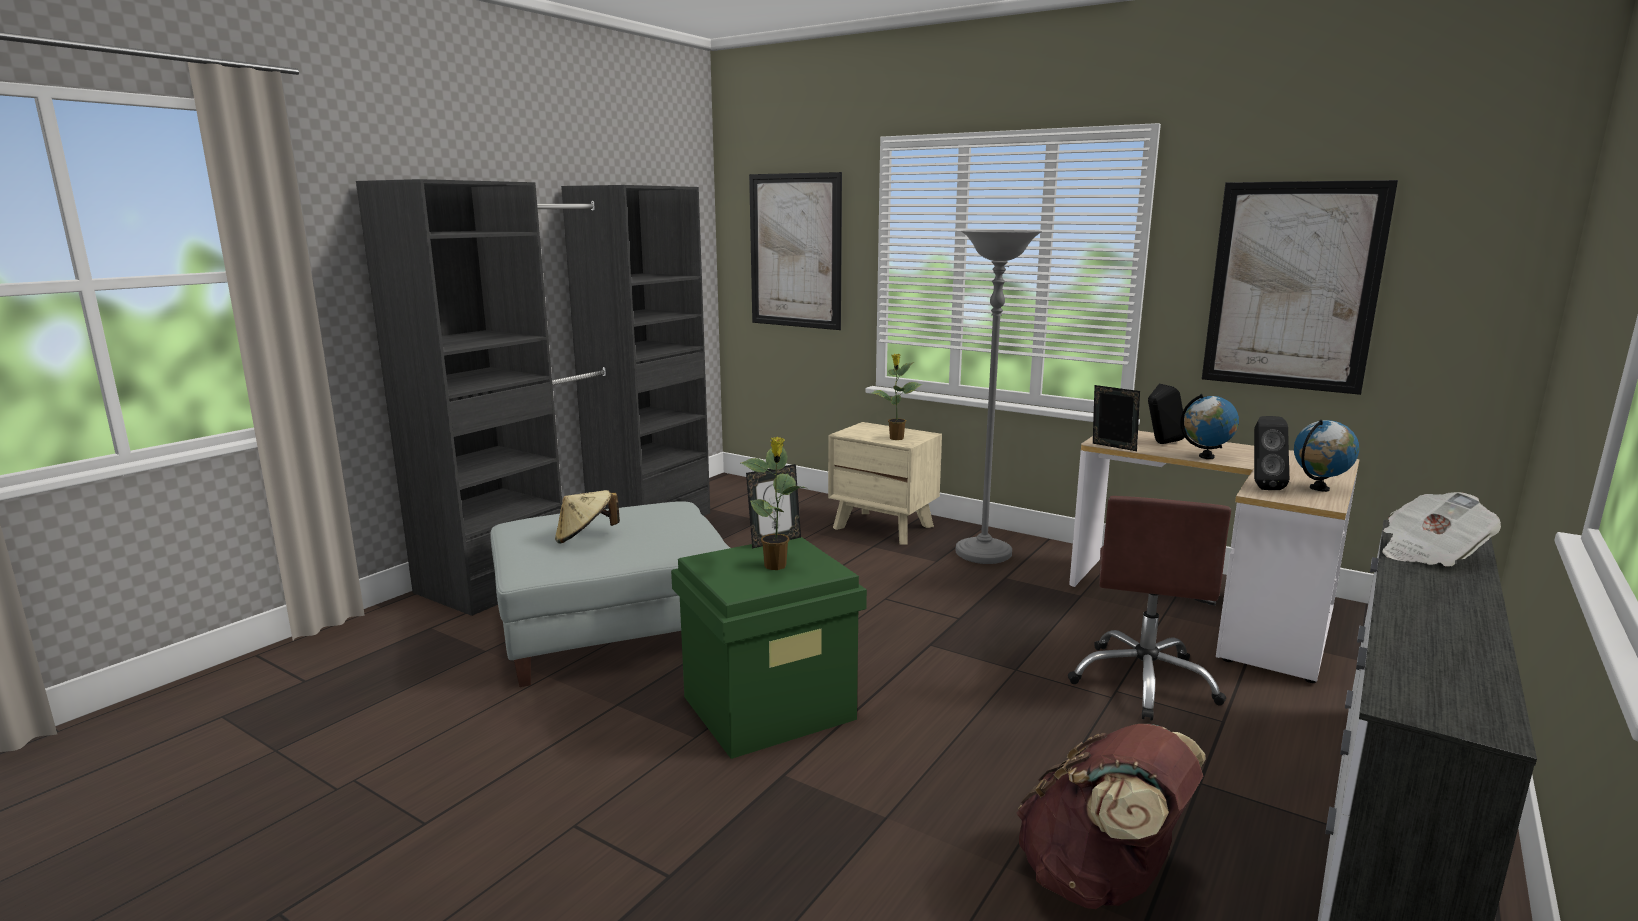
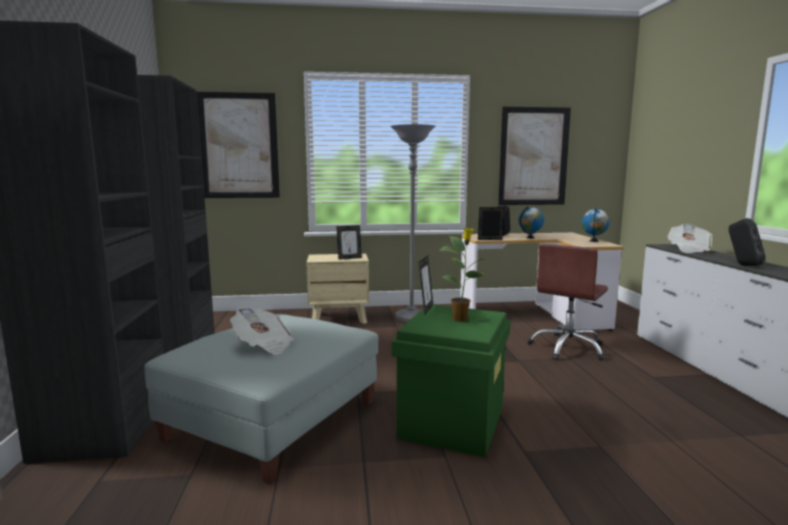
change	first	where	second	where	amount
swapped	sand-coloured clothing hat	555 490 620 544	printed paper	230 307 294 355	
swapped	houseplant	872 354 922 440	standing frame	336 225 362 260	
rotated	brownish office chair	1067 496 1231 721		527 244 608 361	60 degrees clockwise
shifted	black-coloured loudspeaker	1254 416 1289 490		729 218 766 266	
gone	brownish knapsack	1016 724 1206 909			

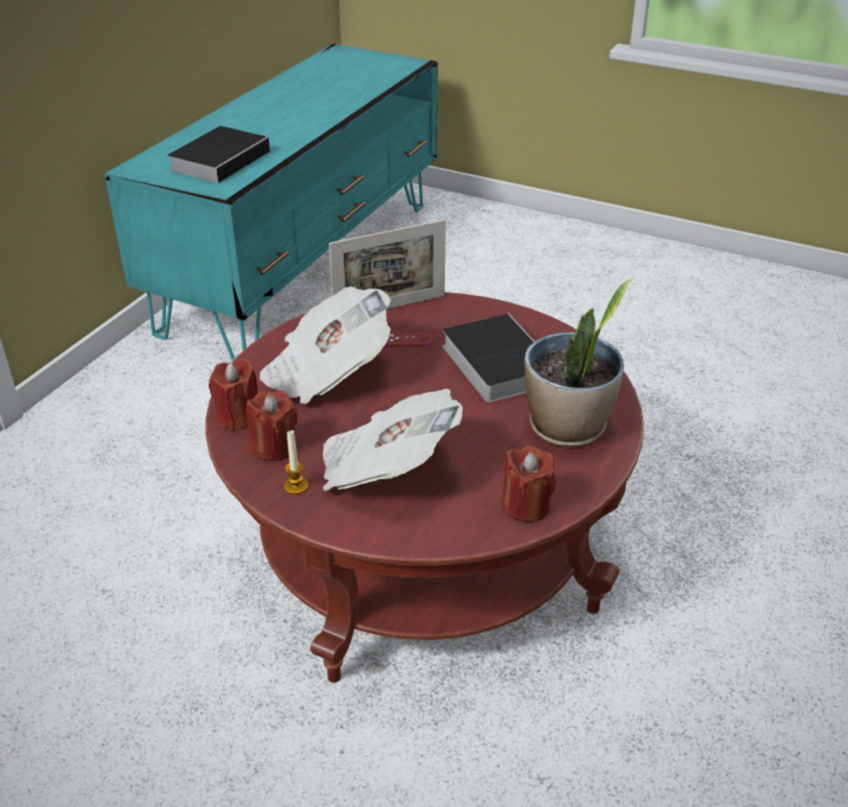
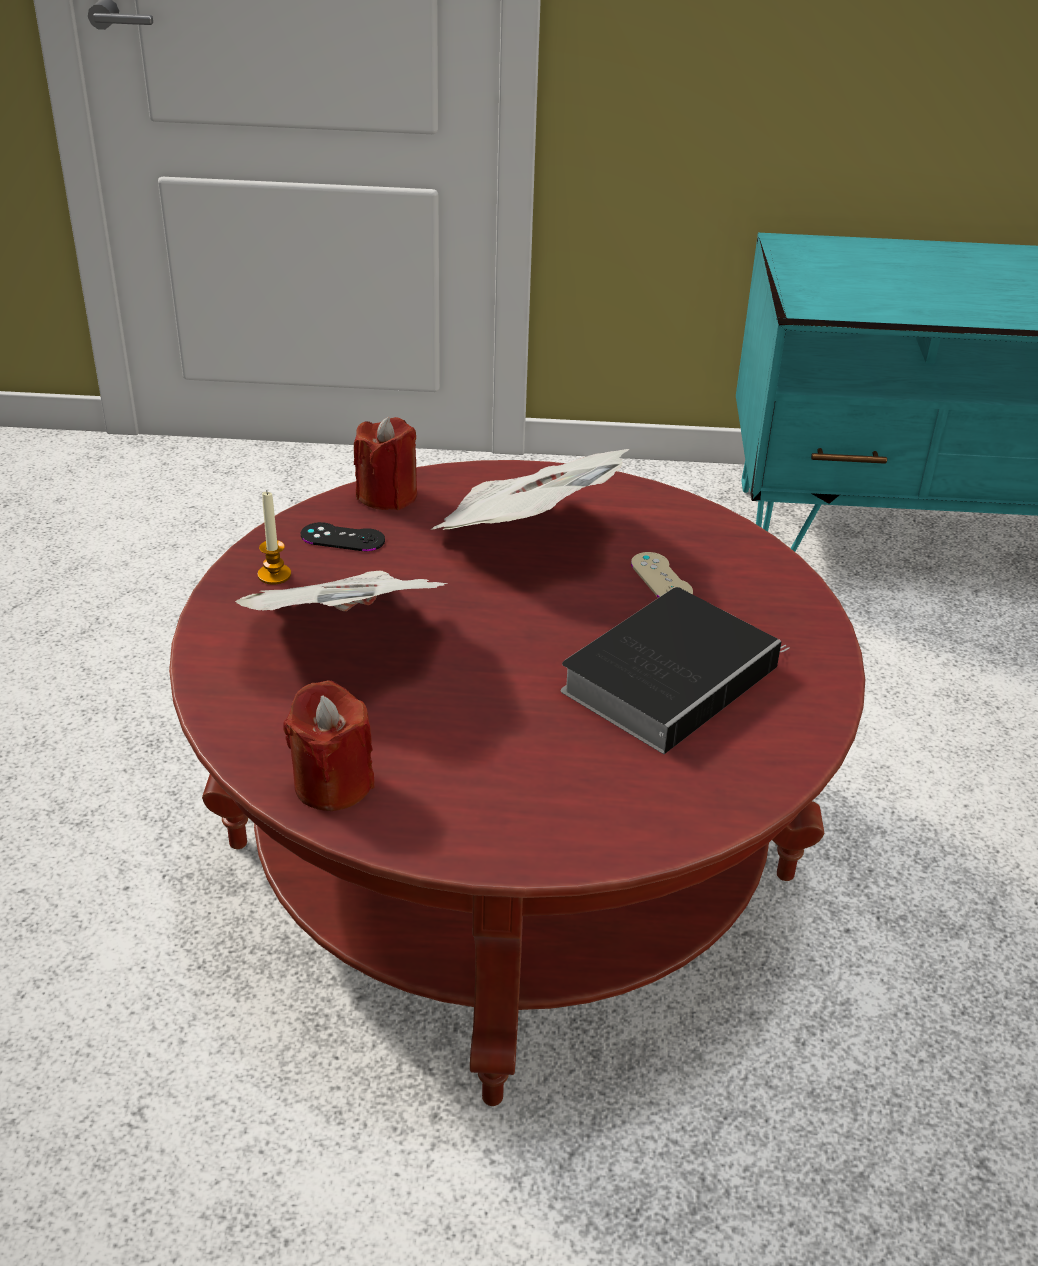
change	first	where	second	where	amount
swapped	reddish wax candle	246 390 298 461	black-coloured game controller	301 522 385 551	
repainted	reddish game controller	385 332 435 346	sand-coloured game controller	631 552 693 598	
gone	book	168 126 273 183			
gone	standing frame	329 219 446 309			
gone	houseplant	525 279 633 447			

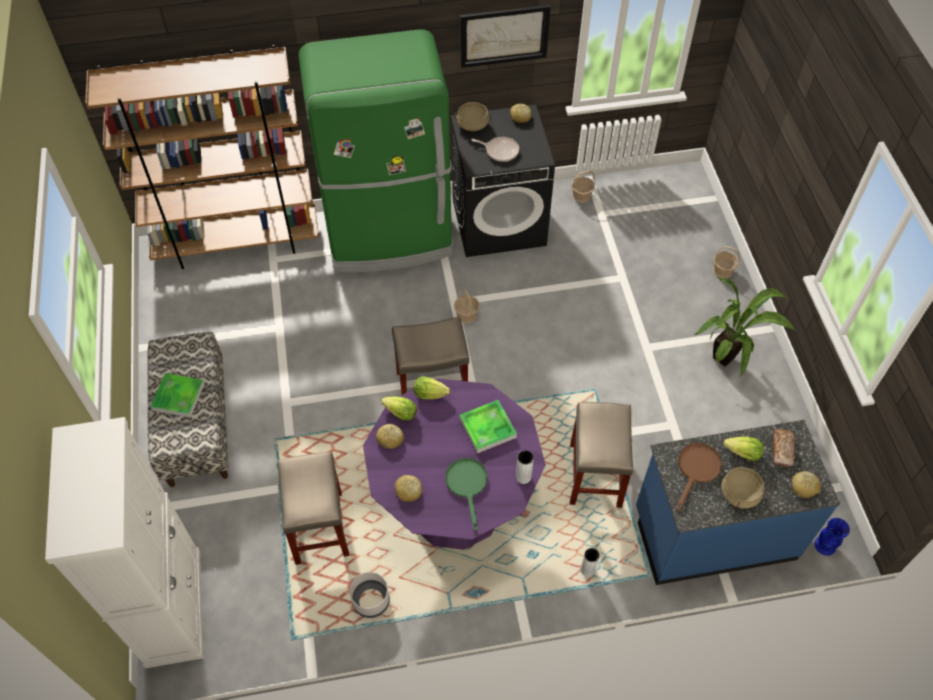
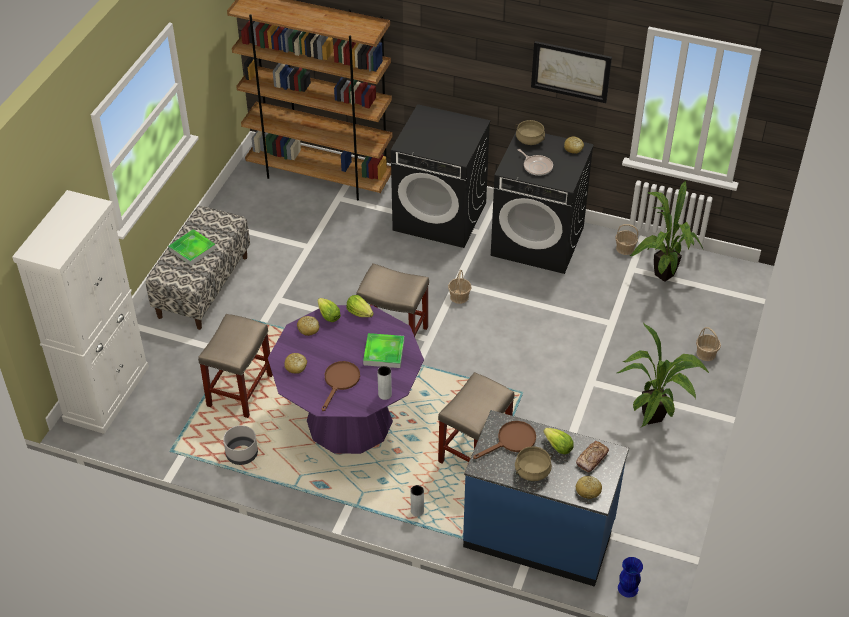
change	first	where	second	where	amount
repainted	green-coloured pan	445 458 487 531	brownish pan	322 361 360 411	
swapped	green-coloured refrigerator	298 29 453 272	black-coloured laundry machine	391 104 491 248	
new			houseplant	630 180 703 282	

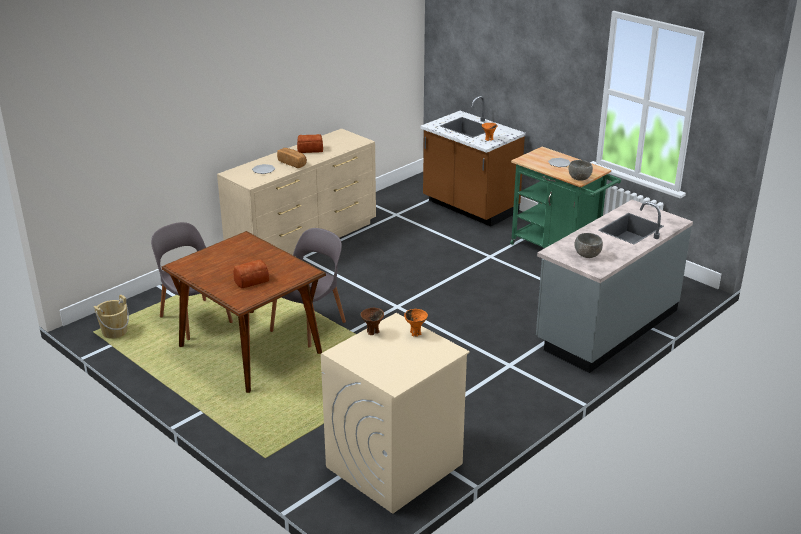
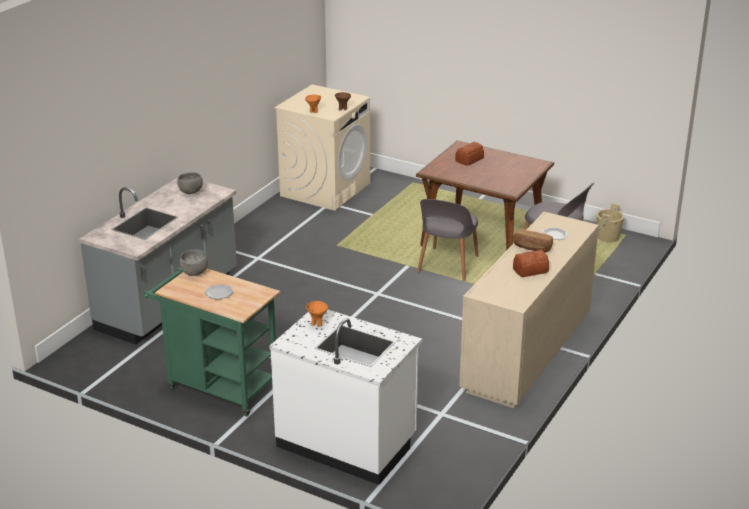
change	first	where	second	where	amount
repainted	brownish kitchen counter	420 96 526 227	whitish kitchen counter	269 310 422 485	

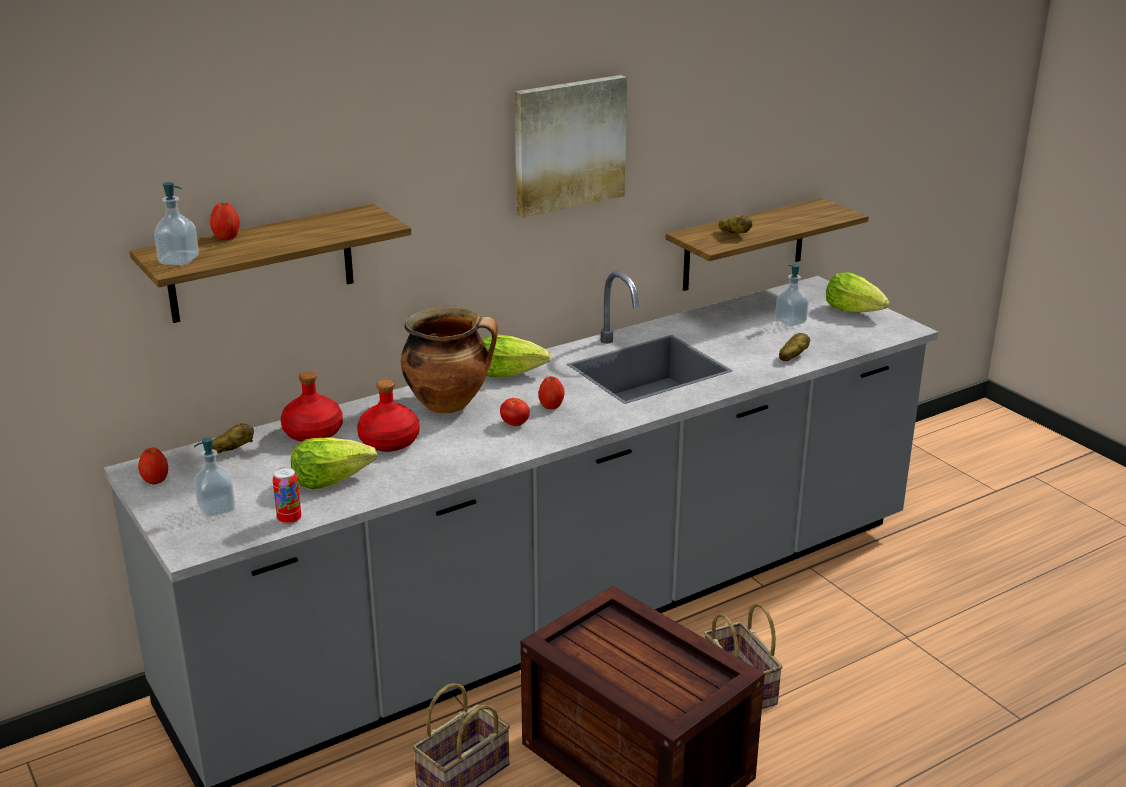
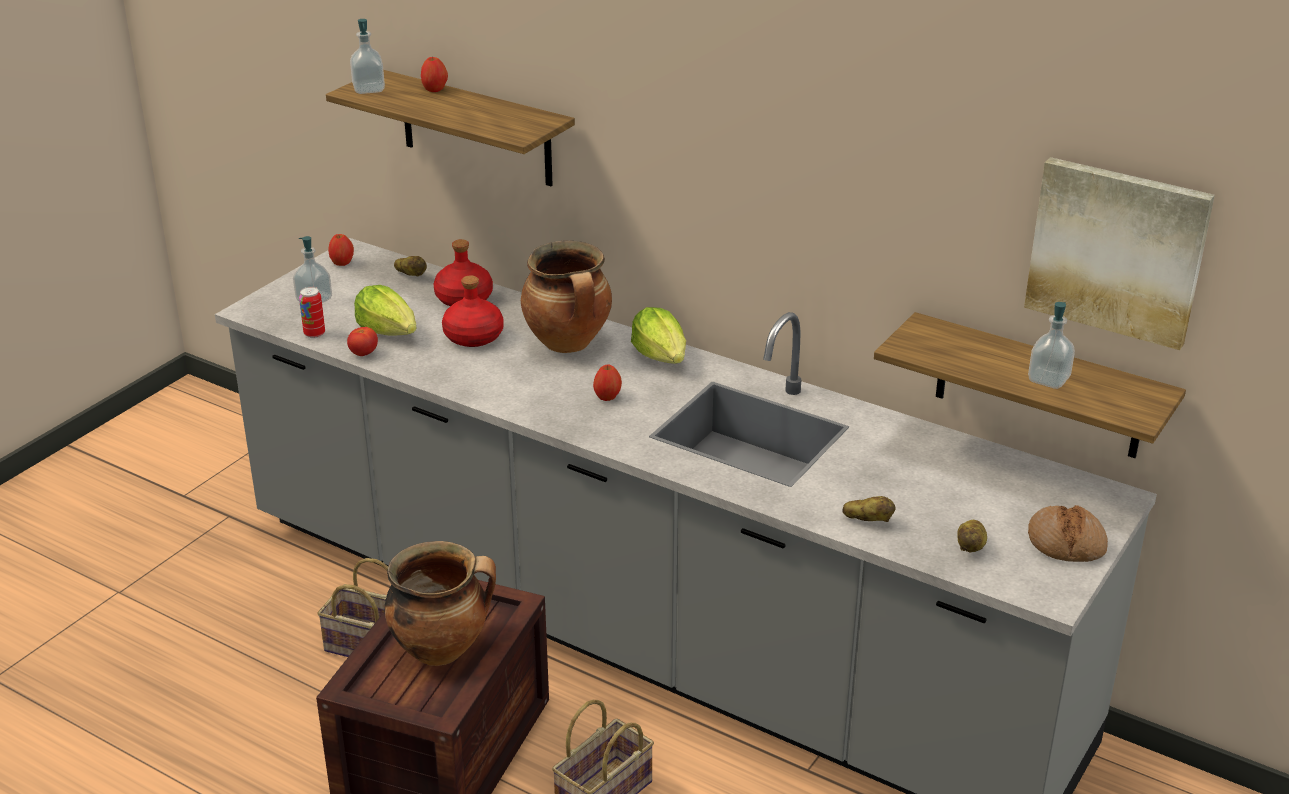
change	first	where	second	where	amount
shifted	tomato	500 398 530 426		347 327 378 356	
new			stockpot	385 541 496 666	
shifted	spud	719 215 753 234		958 520 987 553	
shifted	picture	515 75 627 218		1024 157 1215 350	
shifted	soap dispenser	775 264 809 326		1028 302 1075 389	
swapped	lettuce head	826 272 890 312	bread	1028 505 1108 562	

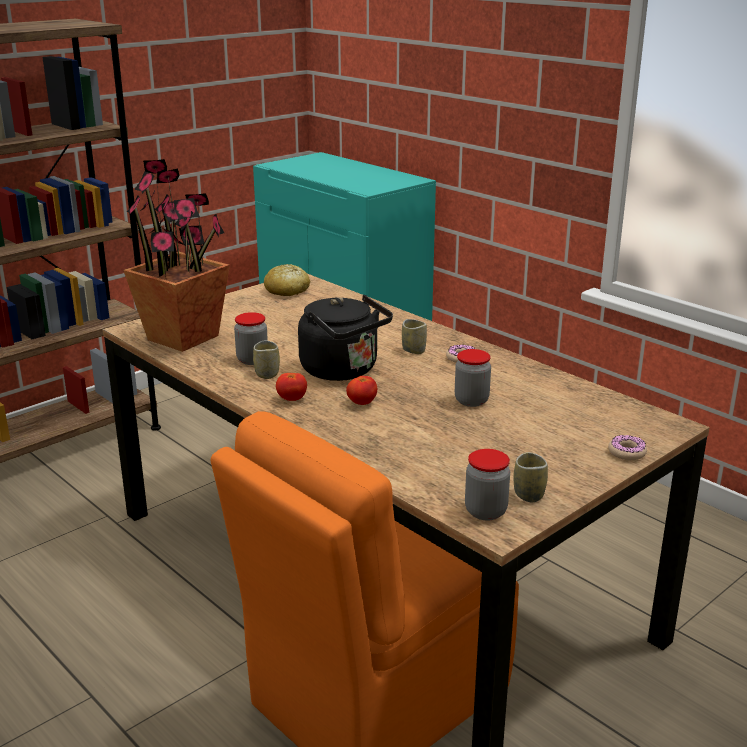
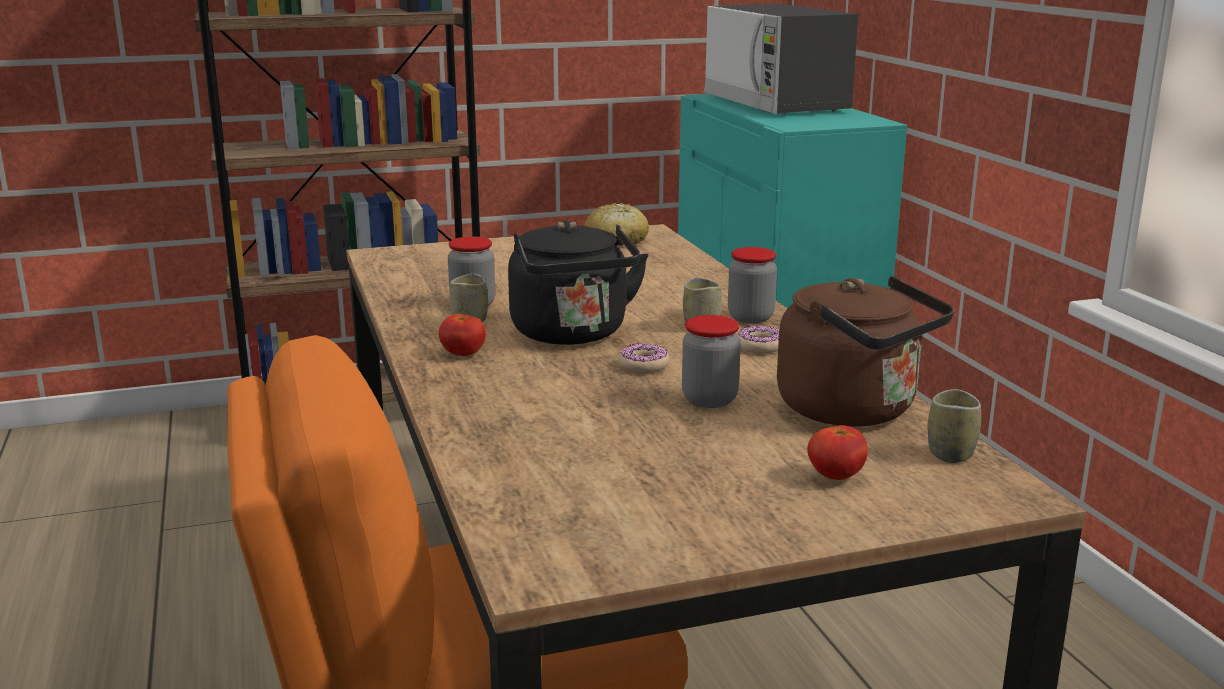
change	first	where	second	where	amount
shifted	doughnut	608 435 647 460		618 343 669 373	
new			microwave	704 4 858 115	
shifted	storage jar	465 449 510 520		728 247 777 323	
new			brownish tea kettle	777 276 954 427	
shifted	tomato	346 376 377 405		807 425 868 480	
shifted	drinking cup	513 452 548 502		928 389 981 463	
gone	houseplant	123 159 230 352			

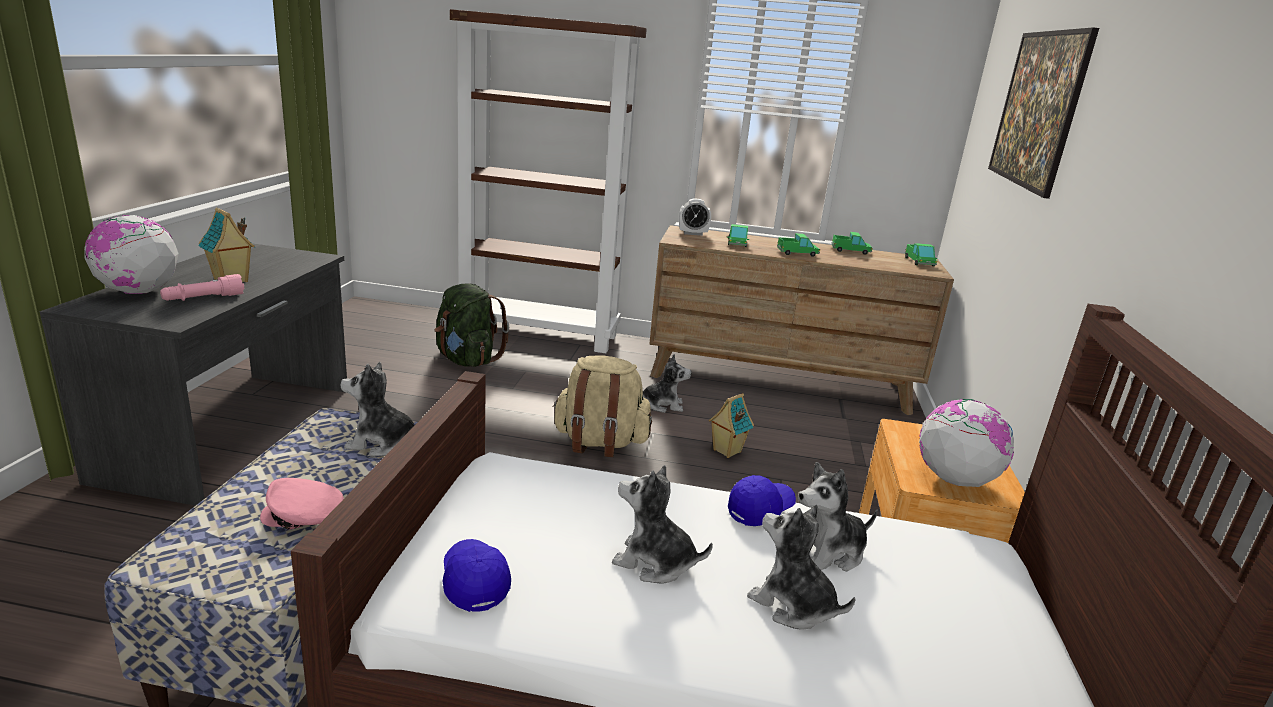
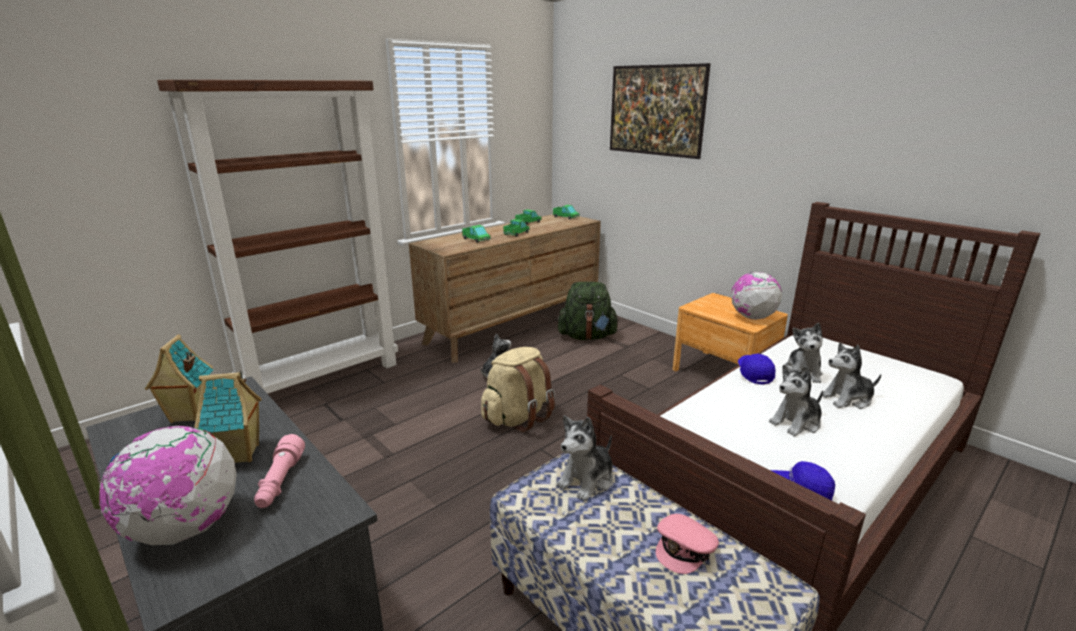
change	first	where	second	where	amount
shifted	toy house	709 393 754 458		145 334 213 423	
shifted	green-coloured knapsack	434 283 509 367		557 282 619 340	
gone	bedside clock	679 199 711 236			

